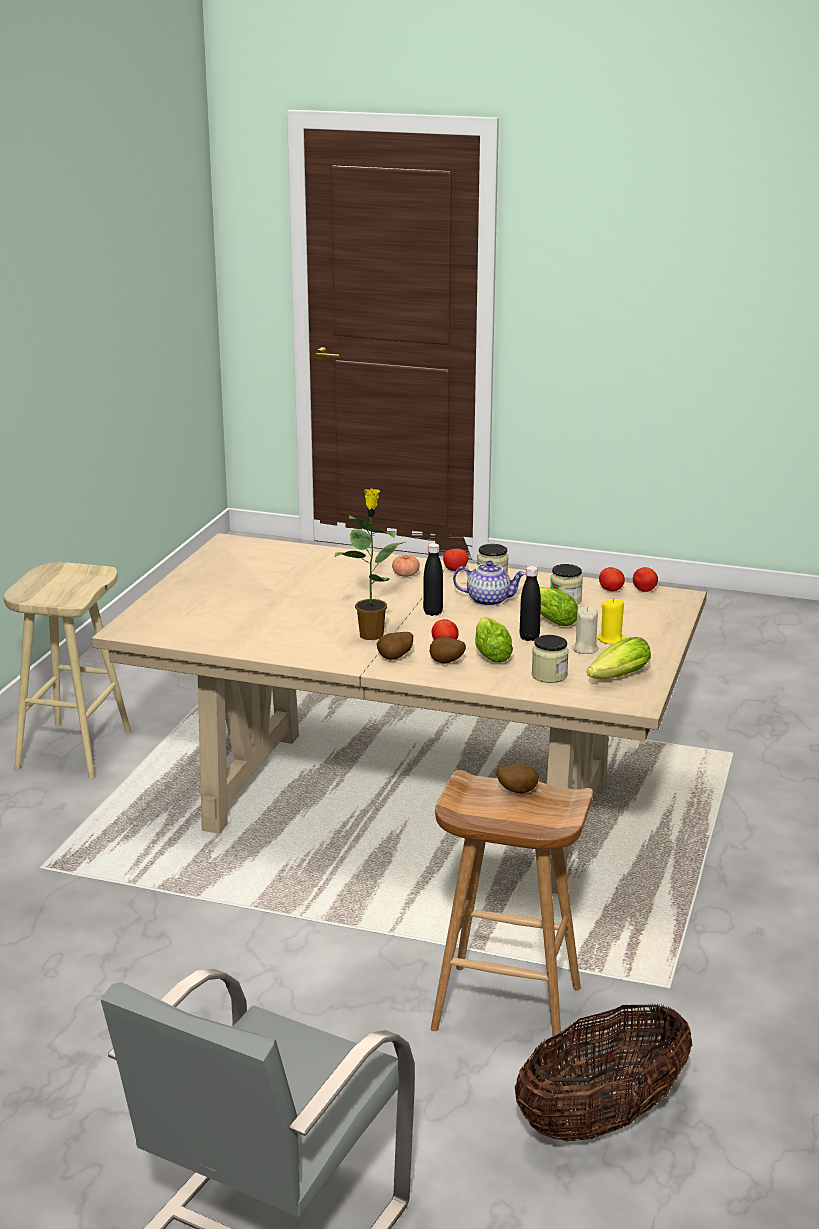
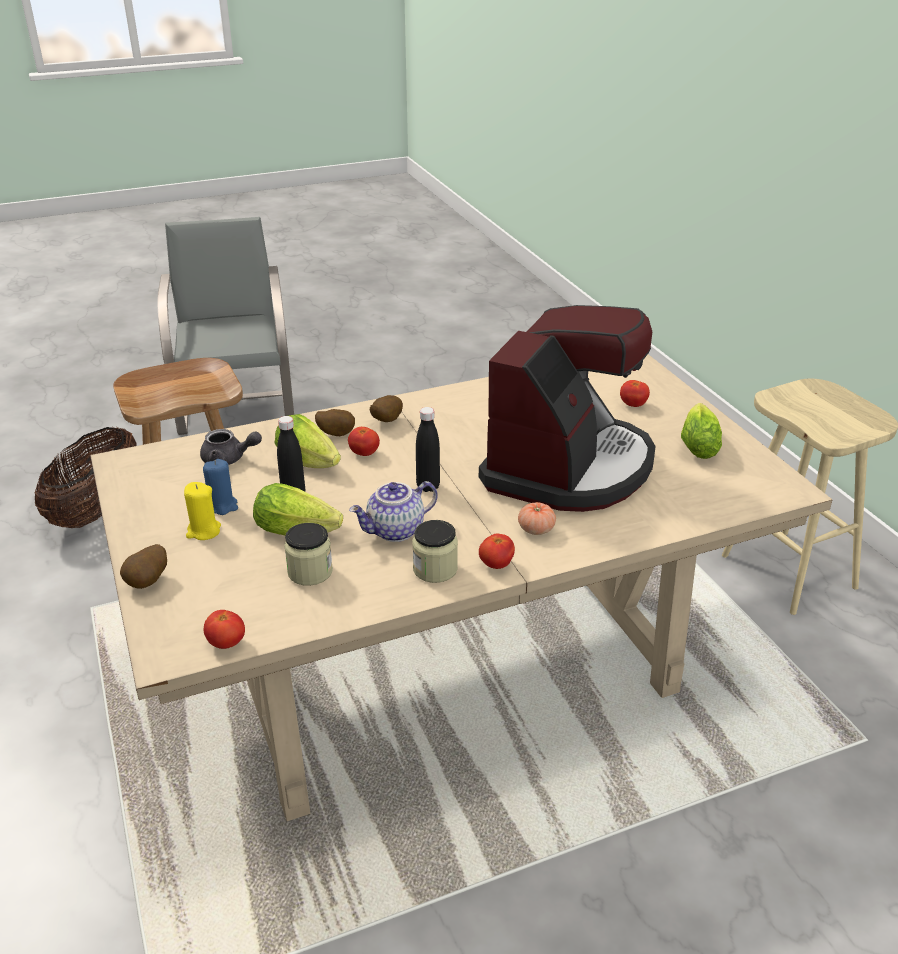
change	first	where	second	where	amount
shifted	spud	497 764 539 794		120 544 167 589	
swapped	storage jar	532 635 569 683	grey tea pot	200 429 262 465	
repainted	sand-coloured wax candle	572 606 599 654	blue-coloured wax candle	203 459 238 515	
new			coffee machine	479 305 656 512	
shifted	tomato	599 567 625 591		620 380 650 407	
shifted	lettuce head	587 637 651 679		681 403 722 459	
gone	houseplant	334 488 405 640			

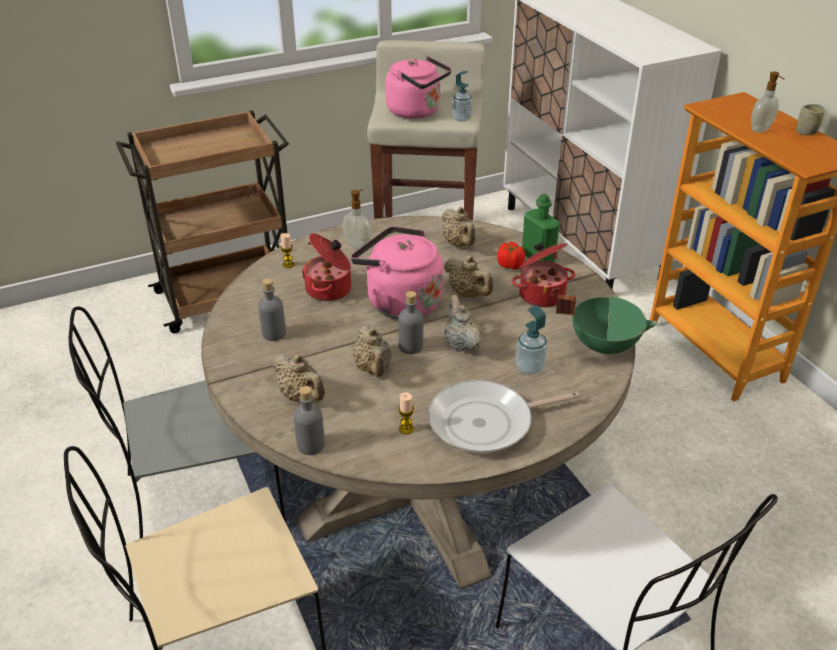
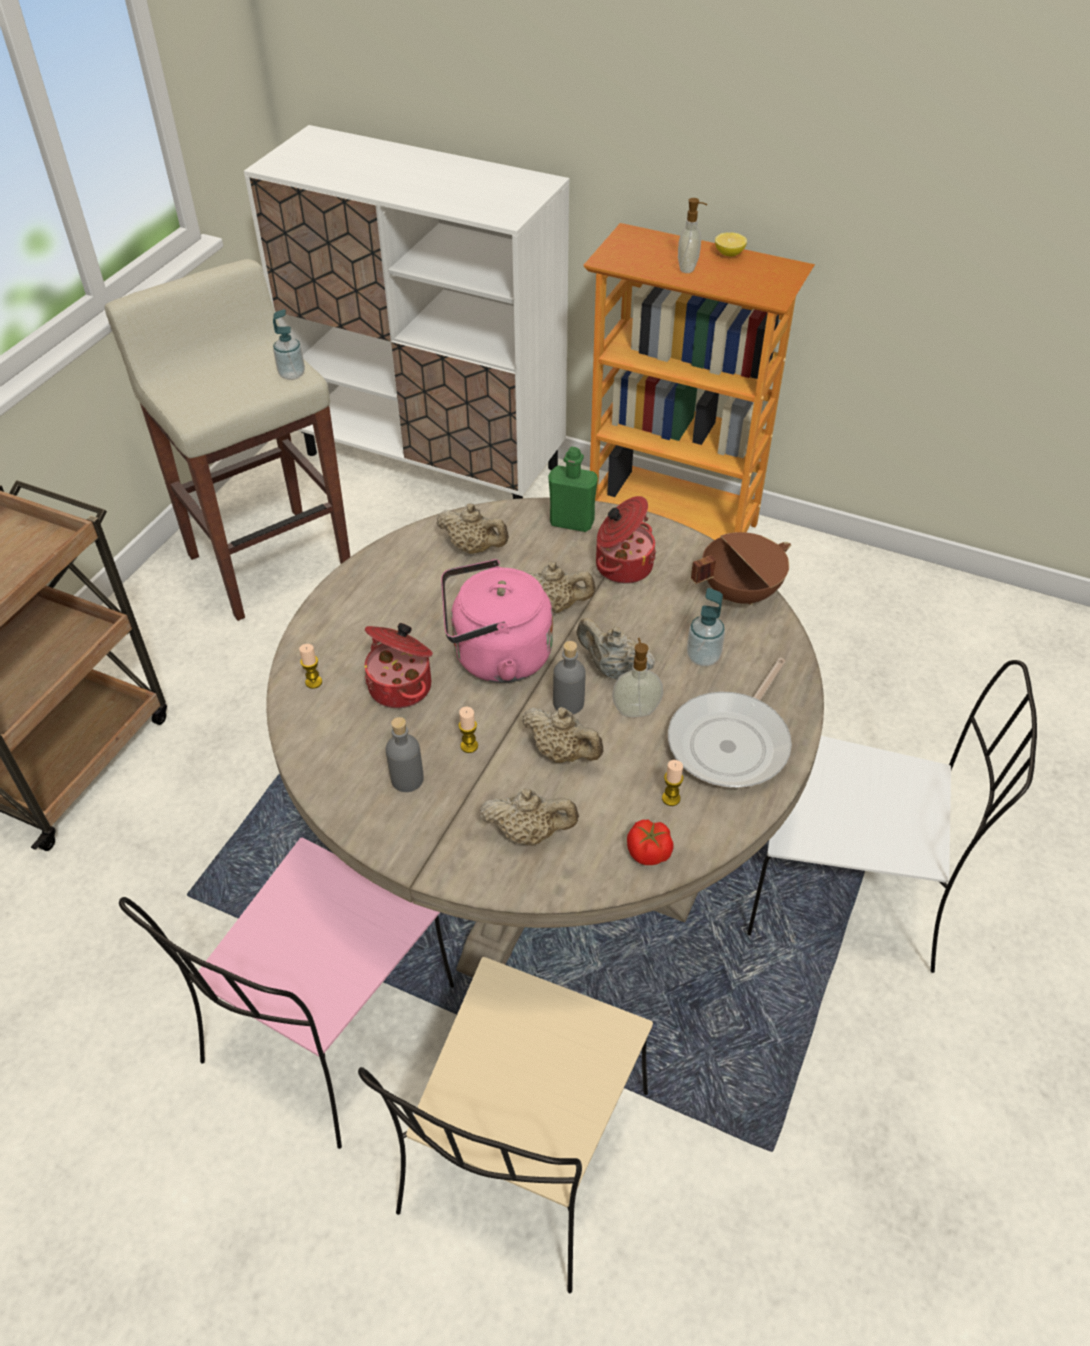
change	first	where	second	where	amount
repainted	grey upright chair	69 307 286 538	pink-coloured upright chair	119 838 454 1149	
new			wax candle	458 707 478 753	
shifted	soap dispenser	343 189 372 249		612 638 663 717	
shifted	tomato	497 242 525 270		627 820 674 865	
repainted	green-coloured stockpot	556 294 657 357	brownish stockpot	691 532 791 605	
swapped	drinking cup	797 104 825 135	citrus fruit	715 232 747 257	
gone	grey bottle	294 386 325 455			
gone	pink-coloured tea kettle	386 56 451 119			

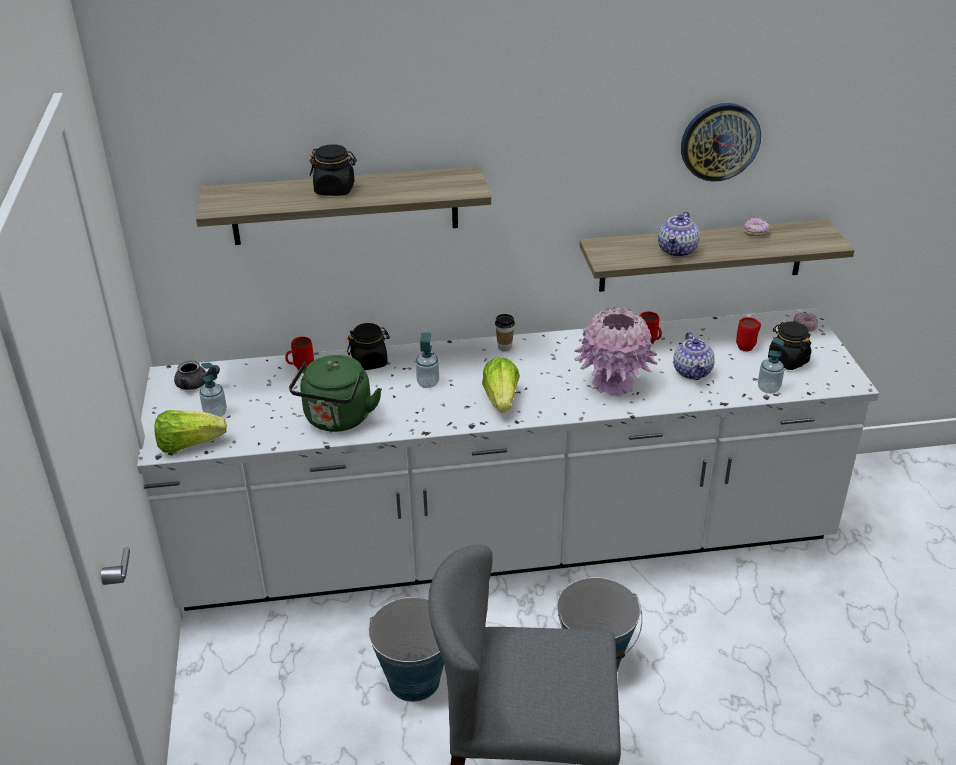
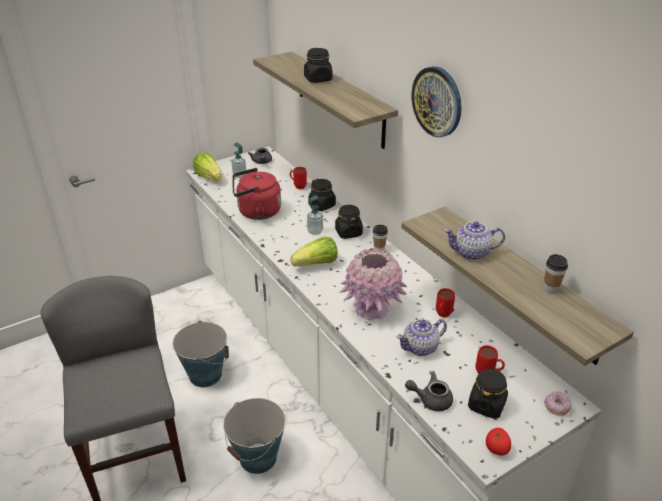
change	first	where	second	where	amount
repainted	green-coloured tea kettle	289 355 382 432	reddish tea kettle	232 168 281 220	
new			black-coloured storage jar	335 205 363 239	
swapped	soap dispenser	758 337 784 394	grey tea pot	405 371 453 411	
shifted	clock on the wall	681 103 761 182		411 66 462 137	
new			tomato	486 428 511 455	
swapped	doughnut	743 218 769 236	drinking cup	543 254 568 294	

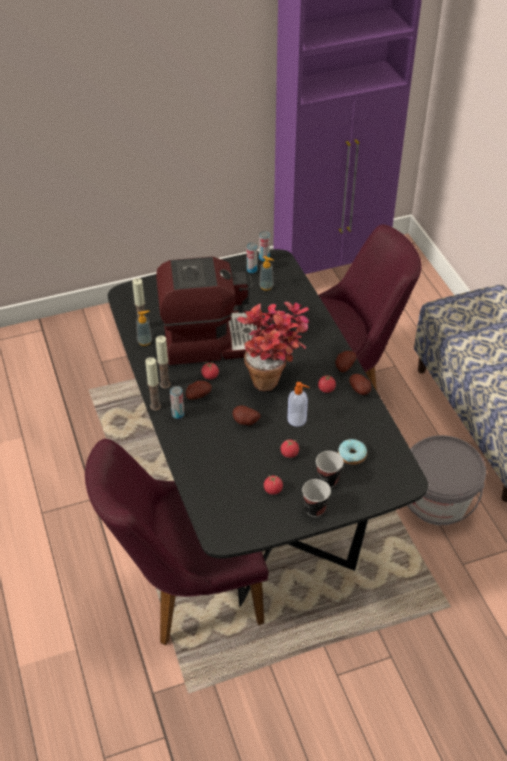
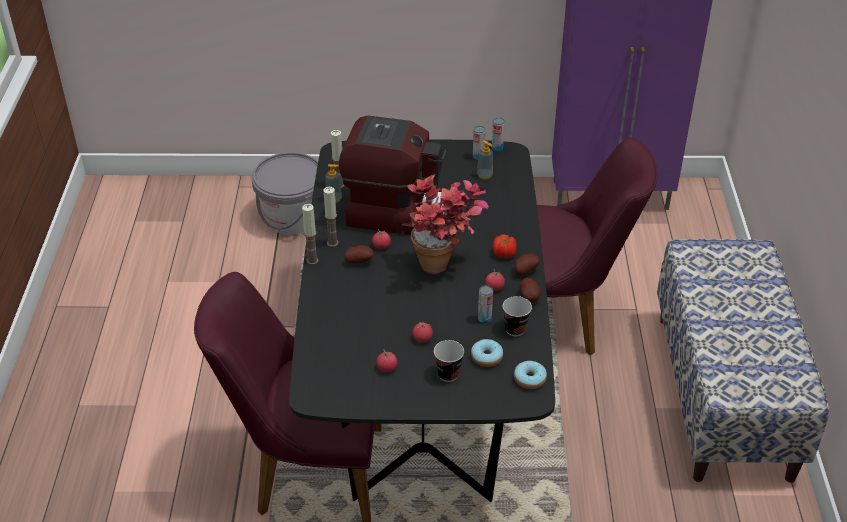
change	first	where	second	where	amount
shifted	grey pail	407 435 486 526		251 152 318 235	
shifted	sealed can	170 386 184 419		478 285 493 324	
new			tomato	493 234 517 258	
shifted	drinking cup	302 479 331 517		503 296 532 336	
new			doughnut	514 361 547 389	
gone	spud	233 405 261 425			
gone	soap dispenser	287 382 310 427			

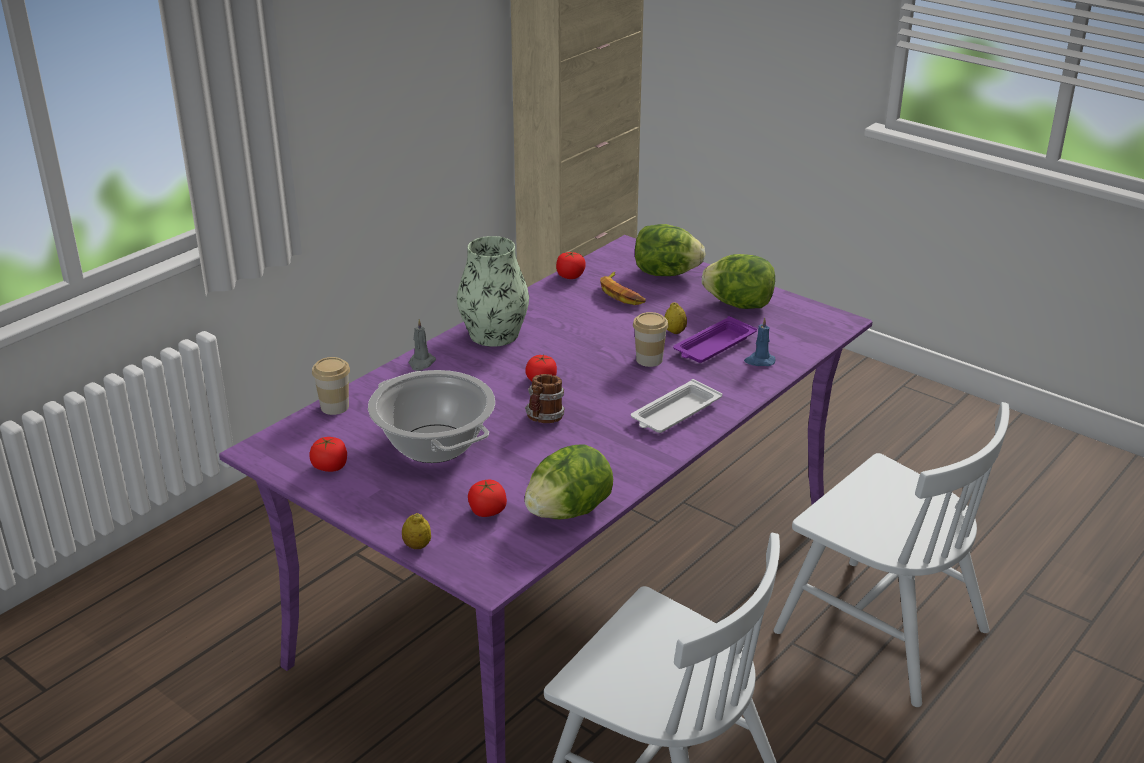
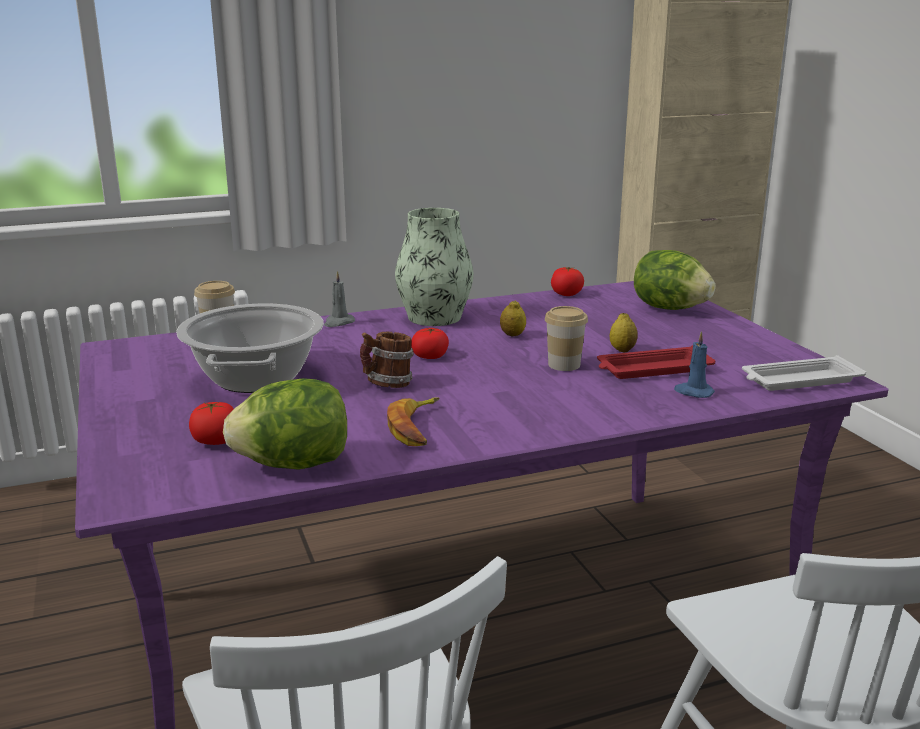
change	first	where	second	where	amount
shifted	banana	600 272 646 305		387 397 440 446	
shifted	citrus fruit	402 513 431 549		500 300 526 337	
repainted	purplish tray	673 316 757 363	reddish tray	597 345 716 379	
shifted	whitish tray	631 379 722 433		742 355 866 391	
gone	tomato	309 437 347 472			
gone	lettuce head	702 254 775 309			

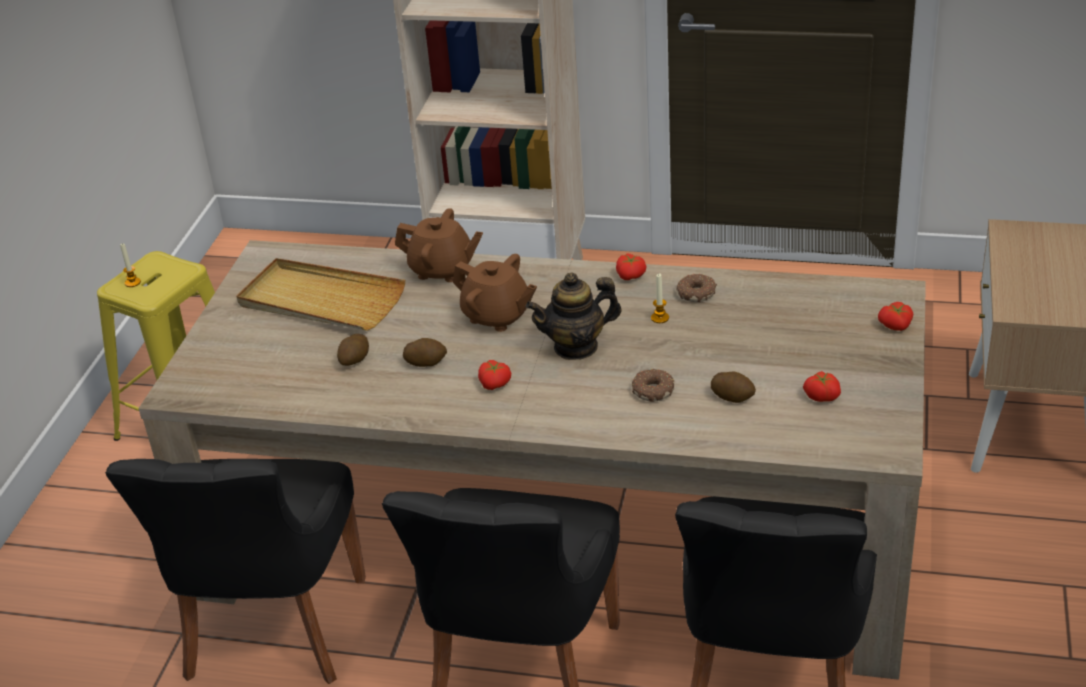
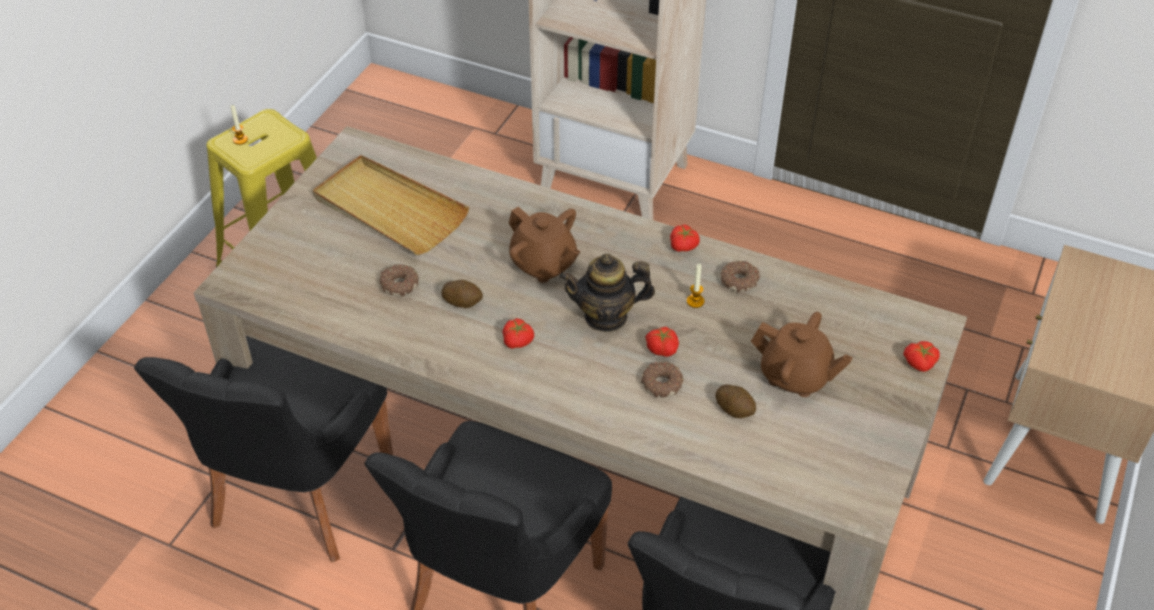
change	first	where	second	where	amount
swapped	spud	337 334 369 366	doughnut	380 264 419 296	
shifted	tomato	803 371 841 402		645 327 679 357	
shifted	brownish tea pot	395 208 483 282		751 312 853 397	

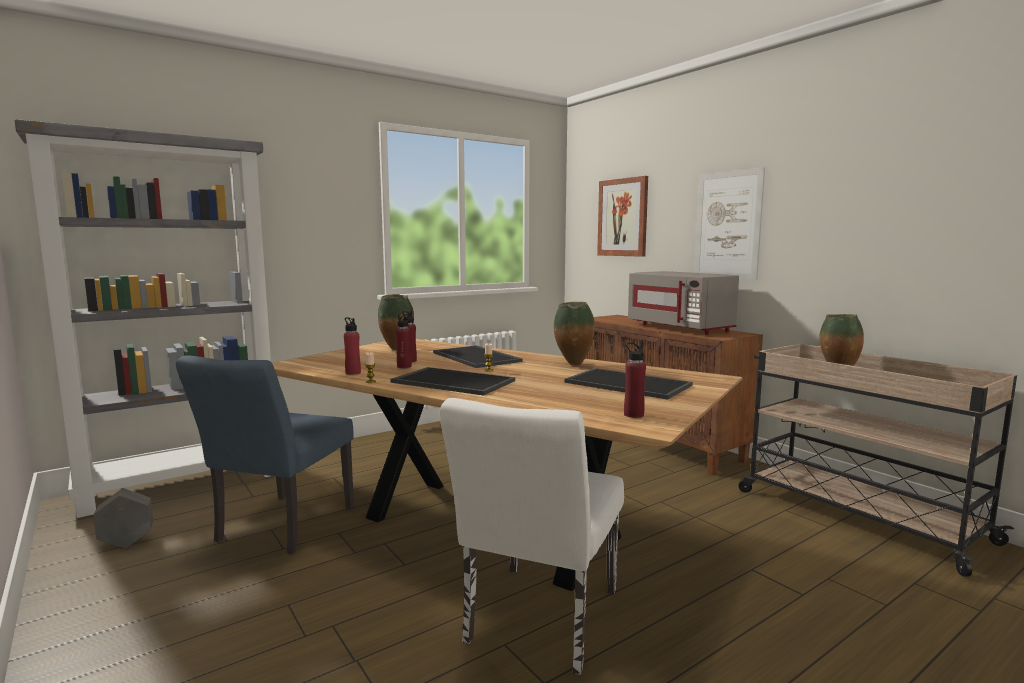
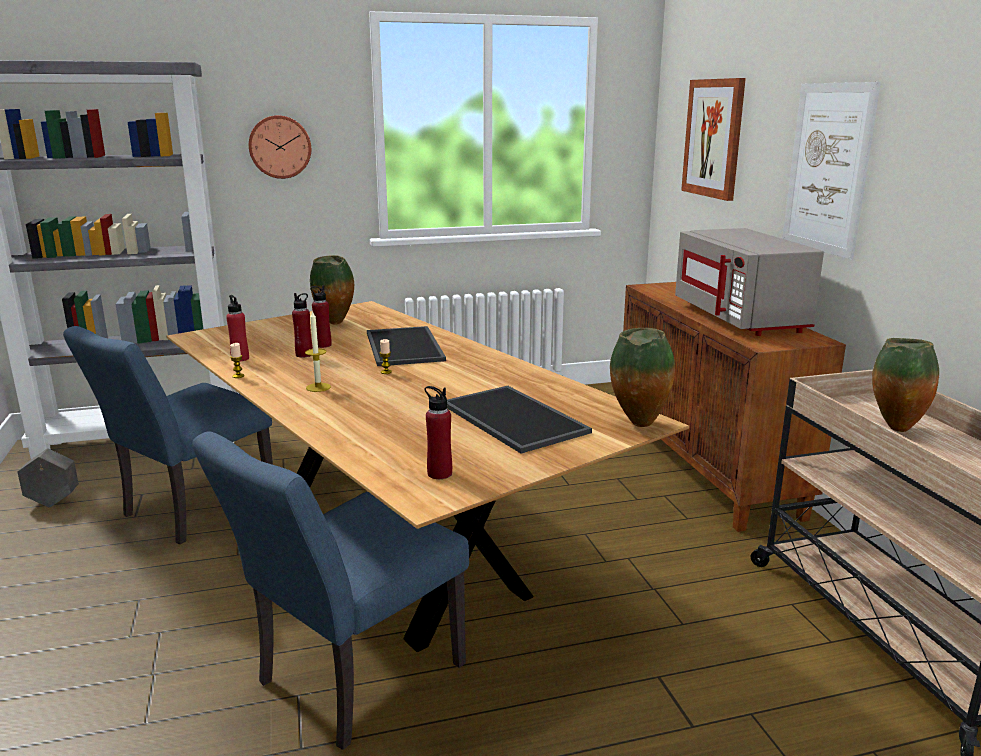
change	first	where	second	where	amount
repainted	whitish upright chair	440 398 624 675	blue-coloured upright chair	192 431 469 750	
new			clock on the wall	249 115 311 179	
swapped	tray	391 367 515 396	wax candle	305 310 331 392	
shifted	flower vase	554 302 595 366		610 328 675 427	

